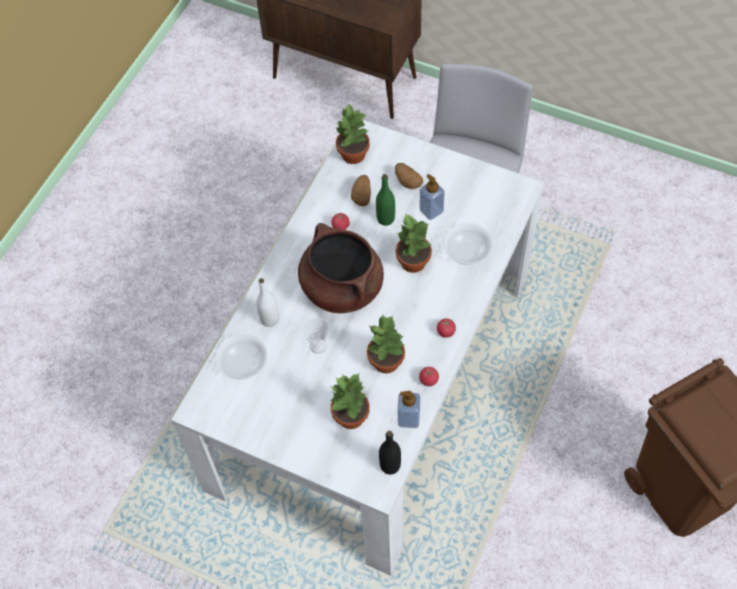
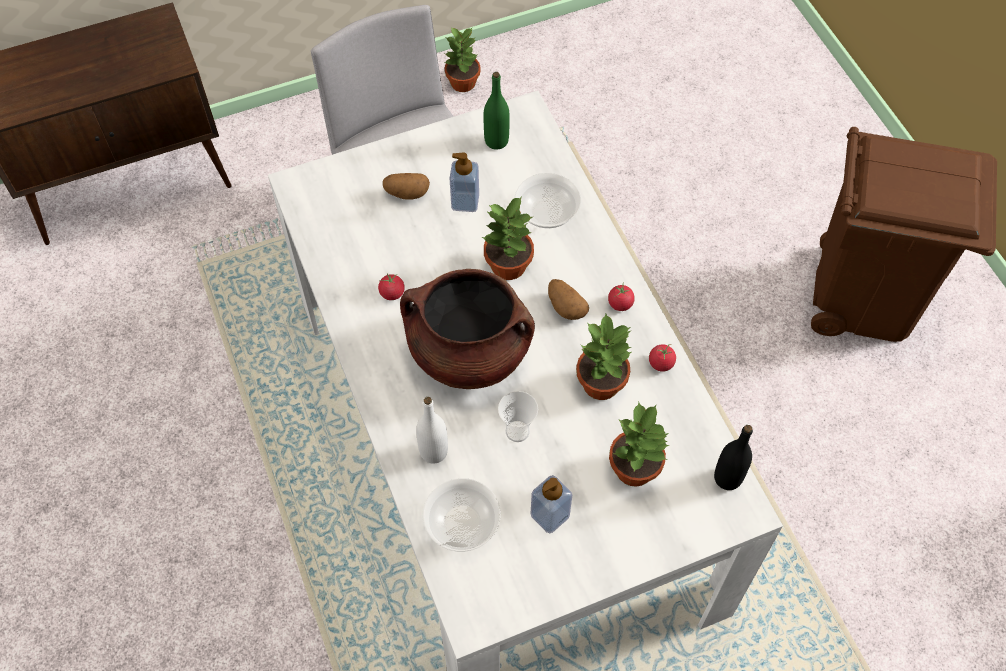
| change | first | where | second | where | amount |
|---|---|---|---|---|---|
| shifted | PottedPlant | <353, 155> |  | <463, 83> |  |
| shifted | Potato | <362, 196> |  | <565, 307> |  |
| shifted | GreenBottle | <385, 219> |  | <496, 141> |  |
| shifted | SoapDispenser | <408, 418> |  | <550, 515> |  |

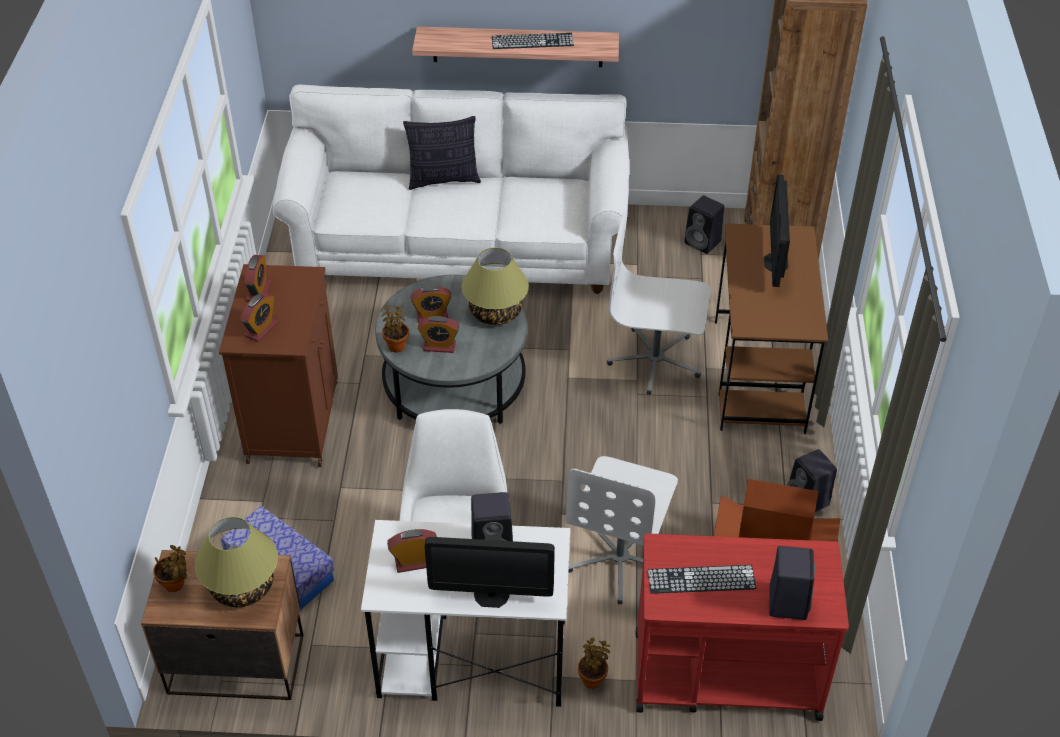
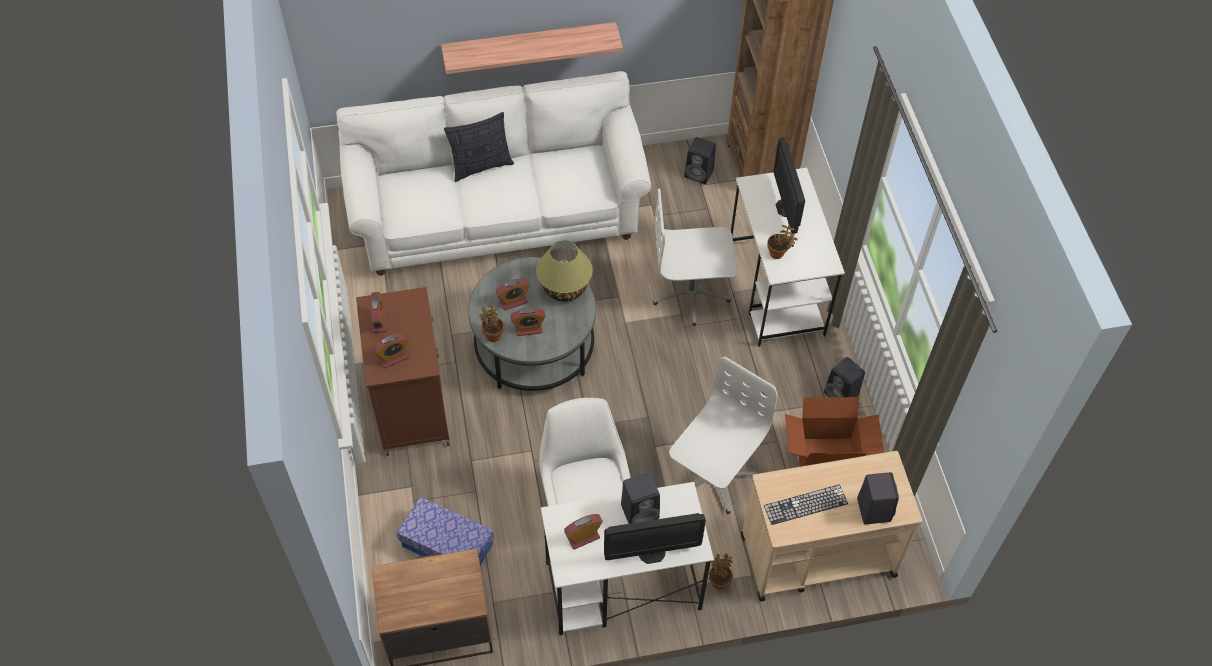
| change | first | where | second | where | amount |
|---|---|---|---|---|---|
| gone | TableLamp | <243, 587> |  |  |  |
| gone | Keyboard | <532, 41> |  |  |  |
| shifted | PottedPlant | <176, 585> |  | <778, 254> |  |
| repainted | RedCart | <725, 674> | BeigeCart | <816, 555> |  |
| repainted | BrownDesk | <759, 376> | WhiteDesk | <776, 291> |  |
| rotated | AlarmClock | <261, 329> |  | <394, 357> | 45 degrees clockwise |
| rotated | WhiteOfficeChair | <620, 559> |  | <712, 476> | 150 degrees counterclockwise |

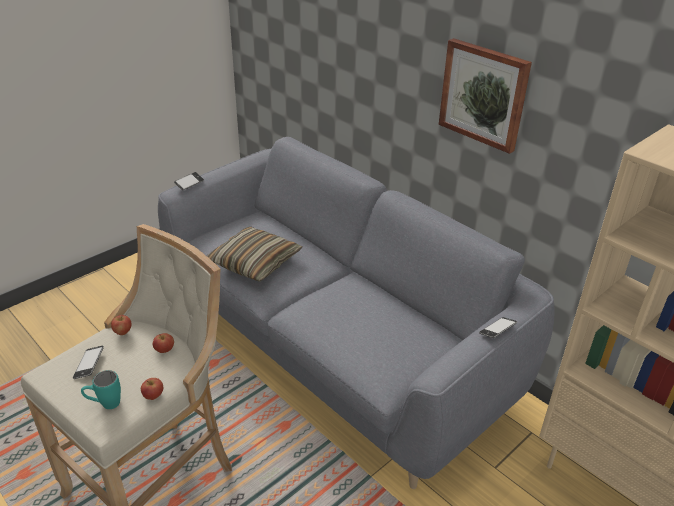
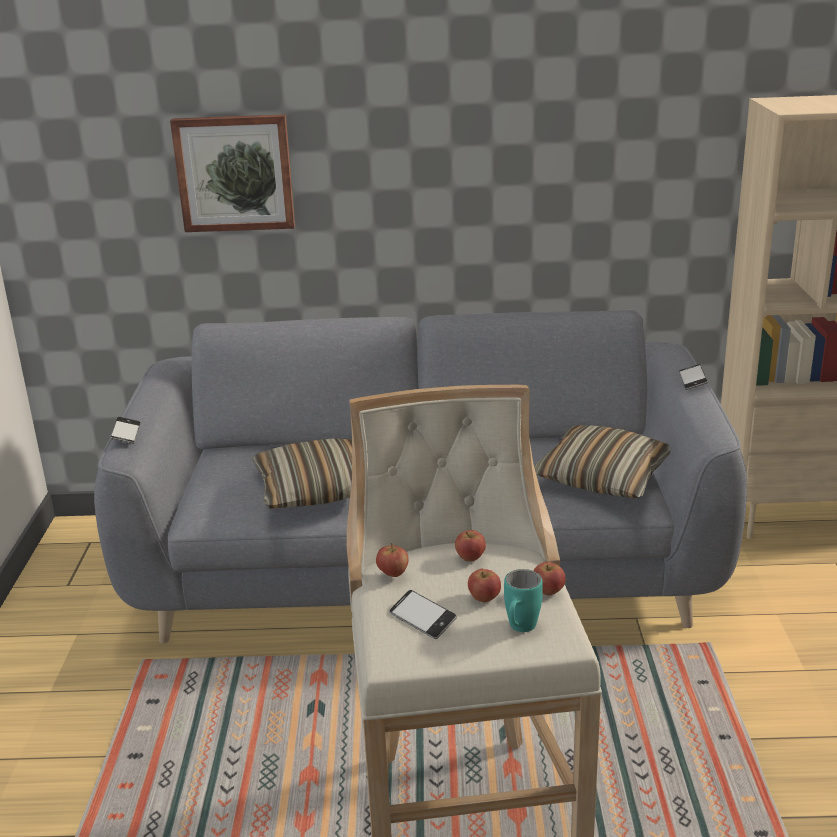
| change | first | where | second | where | amount |
|---|---|---|---|---|---|
| new |  |  | Apple | <484, 598> |  |
| new |  |  | Pillow | <603, 477> |  |
| shifted | Picture | <484, 94> |  | <235, 173> |  |

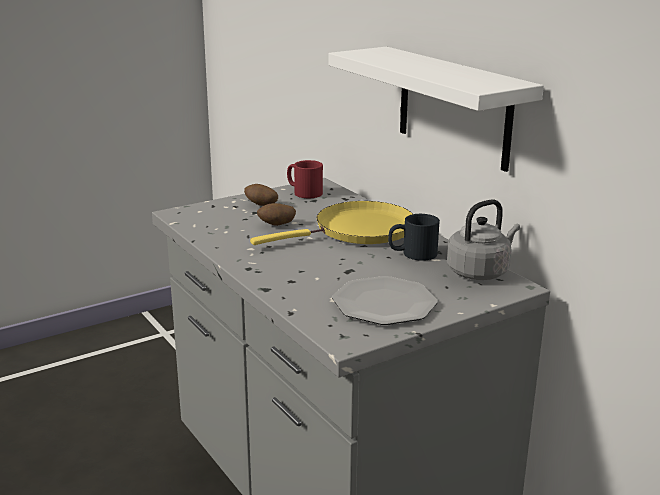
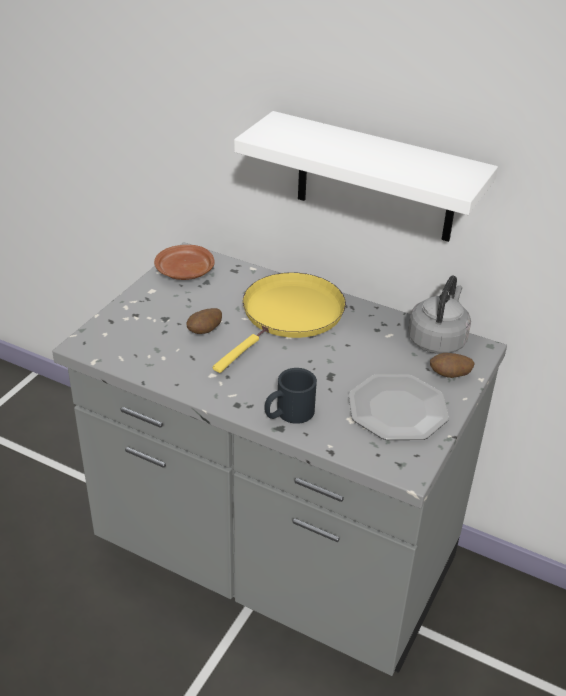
| change | first | where | second | where | amount |
|---|---|---|---|---|---|
| shifted | Potato | <261, 205> |  | <449, 376> |  |
| shifted | BlackMug | <412, 254> |  | <288, 414> |  |
| swapped | RedMug | <303, 192> | BrownPlate | <184, 272> |  |

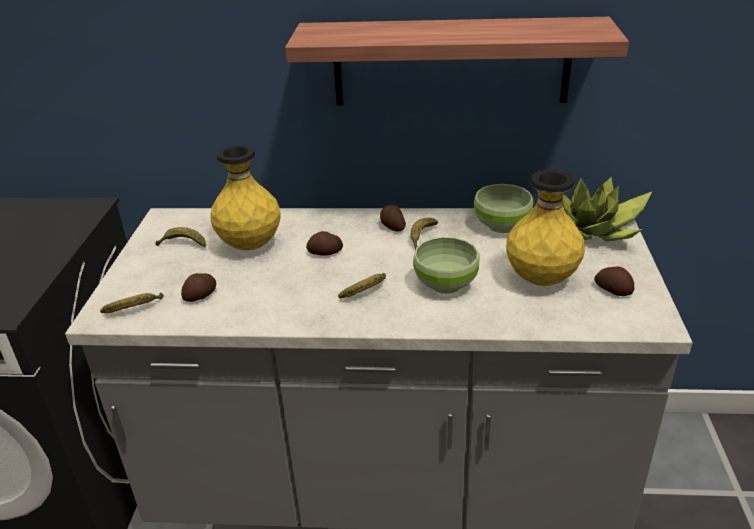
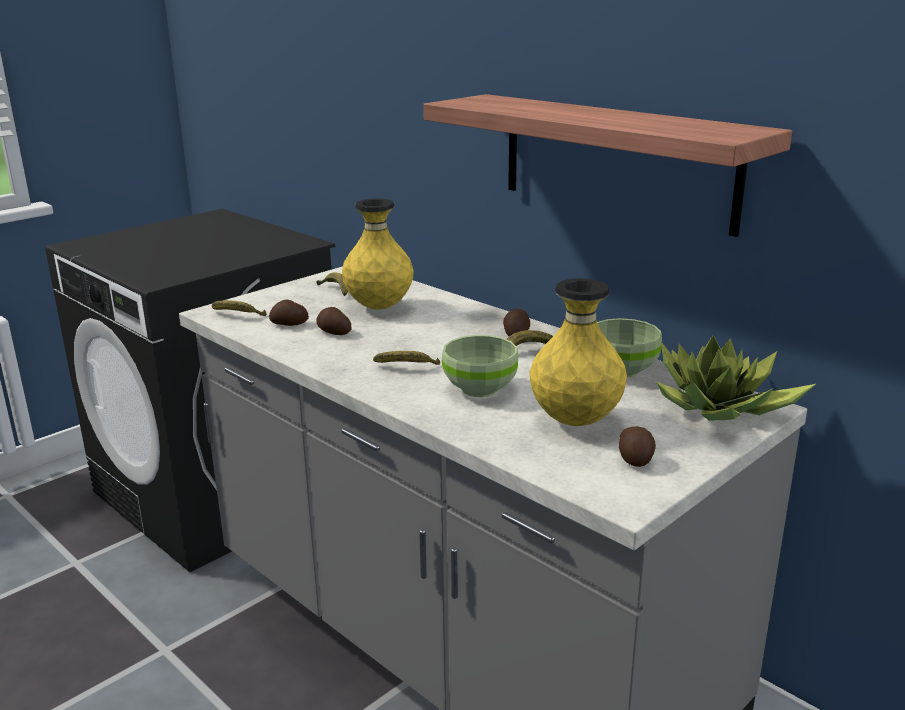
| change | first | where | second | where | amount |
|---|---|---|---|---|---|
| shifted | Potato | <325, 253> |  | <333, 332> |  |

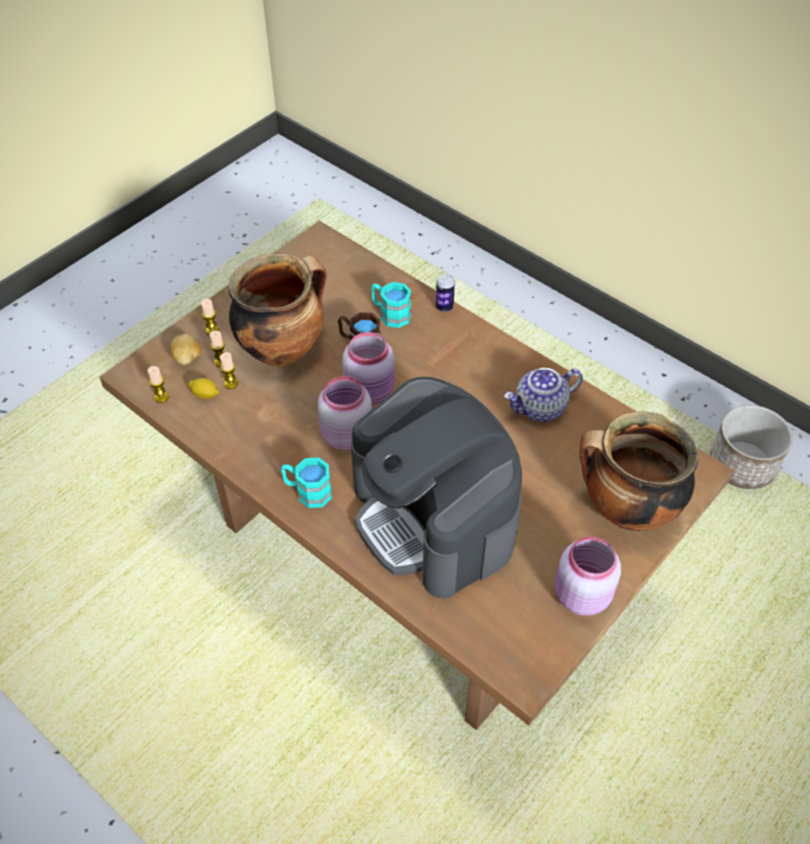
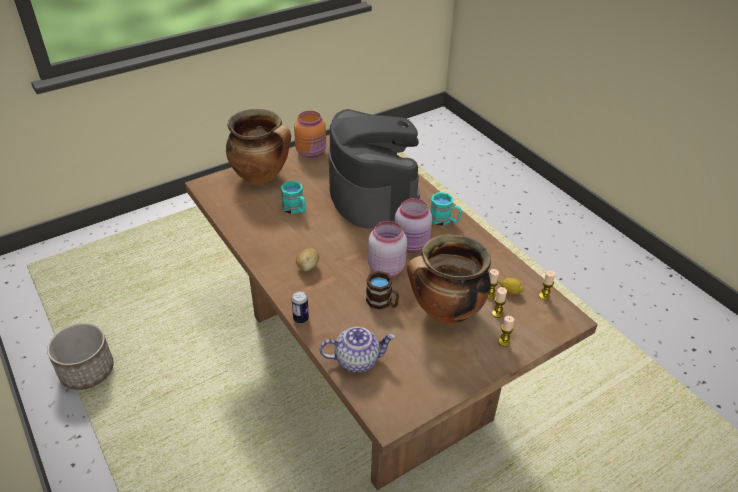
| change | first | where | second | where | amount |
|---|---|---|---|---|---|
| shifted | Potato | <187, 359> |  | <308, 267> |  |
| shifted | TurquoiseMug | <390, 314> |  | <296, 209> |  |
| shifted | Teapot | <540, 408> |  | <357, 360> |  |
| repainted | PinkJar | <580, 596> | OrangeJar | <312, 152> |  |

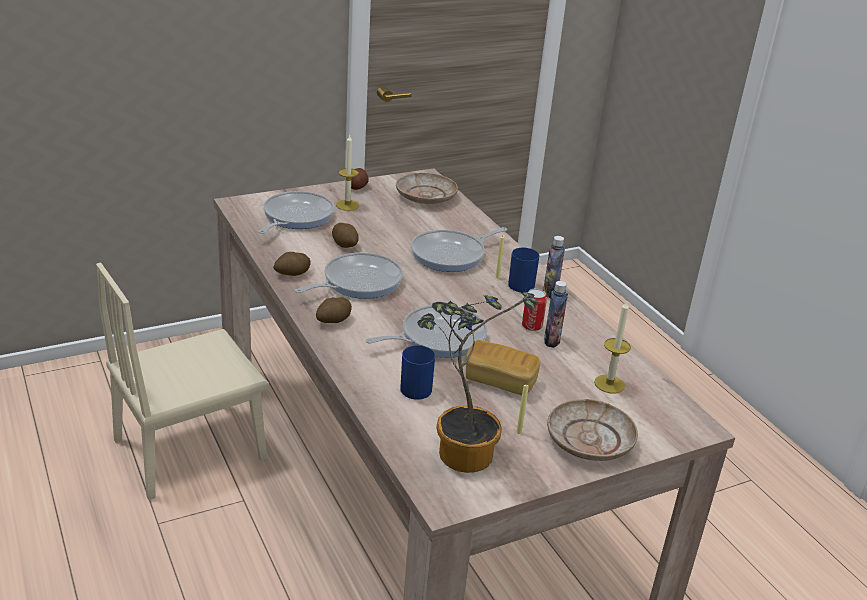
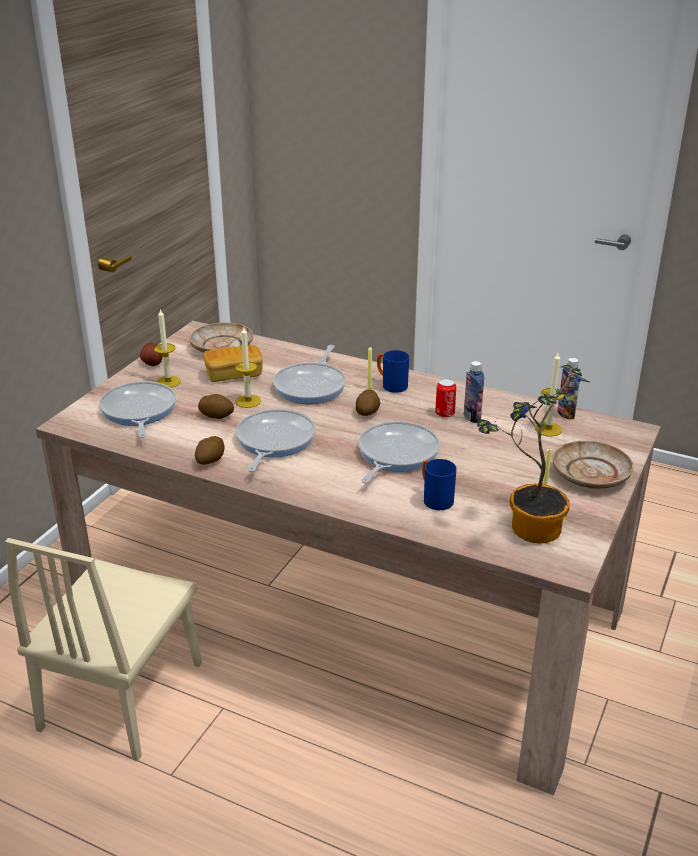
| change | first | where | second | where | amount |
|---|---|---|---|---|---|
| new |  |  | Candle | <248, 401> |  |
| shifted | Potato | <333, 321> |  | <367, 412> |  |
| shifted | Bread | <500, 381> |  | <234, 375> |  |
| shifted | Bottle | <550, 292> |  | <565, 414> |  |

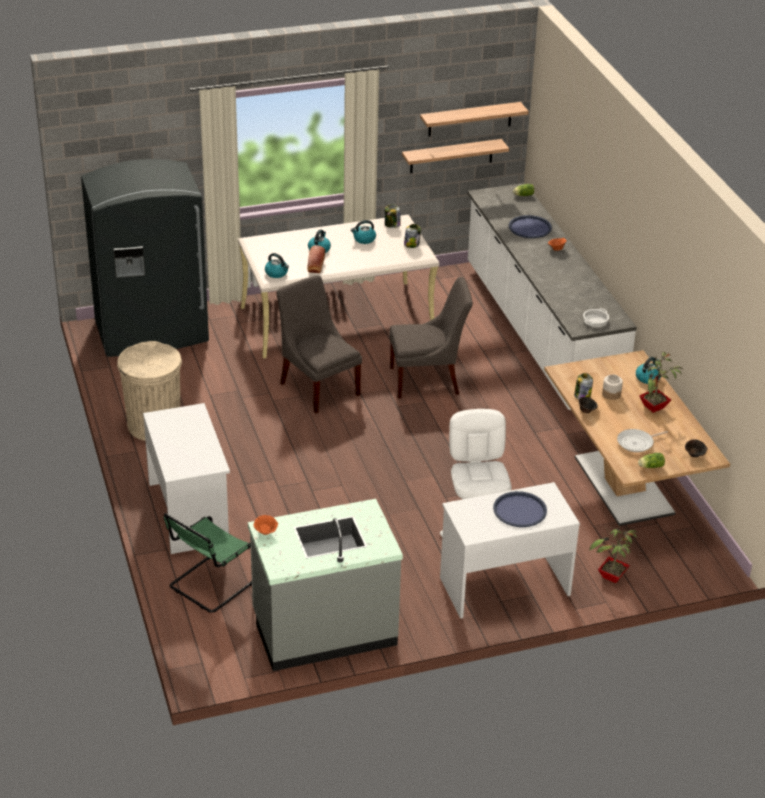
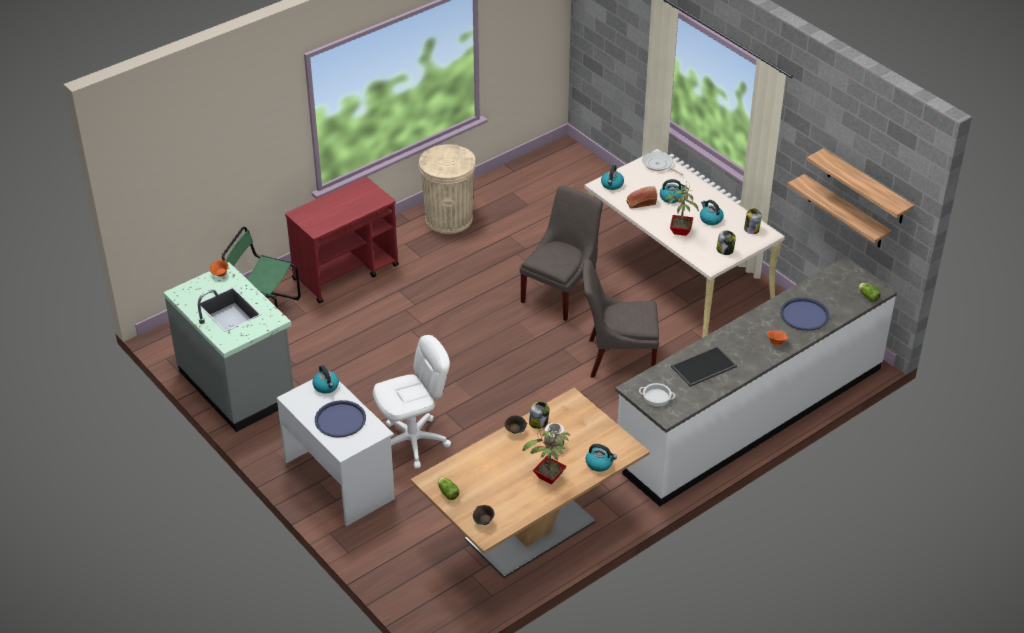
| change | first | where | second | where | amount |
|---|---|---|---|---|---|
| gone | GreyFridge | <152, 333> |  |  |  |
| new |  |  | Kettle | <326, 386> |  |
| new |  |  | Tray | <703, 367> |  |
| shifted | PottedPlant | <611, 577> |  | <679, 231> |  |
| shifted | FryingPan | <637, 443> |  | <659, 165> |  |
| swapped | WhiteDesk | <189, 512> | RedCart | <346, 272> |  |
| rotated | GreyChair | <428, 380> |  | <617, 357> | 120 degrees clockwise |

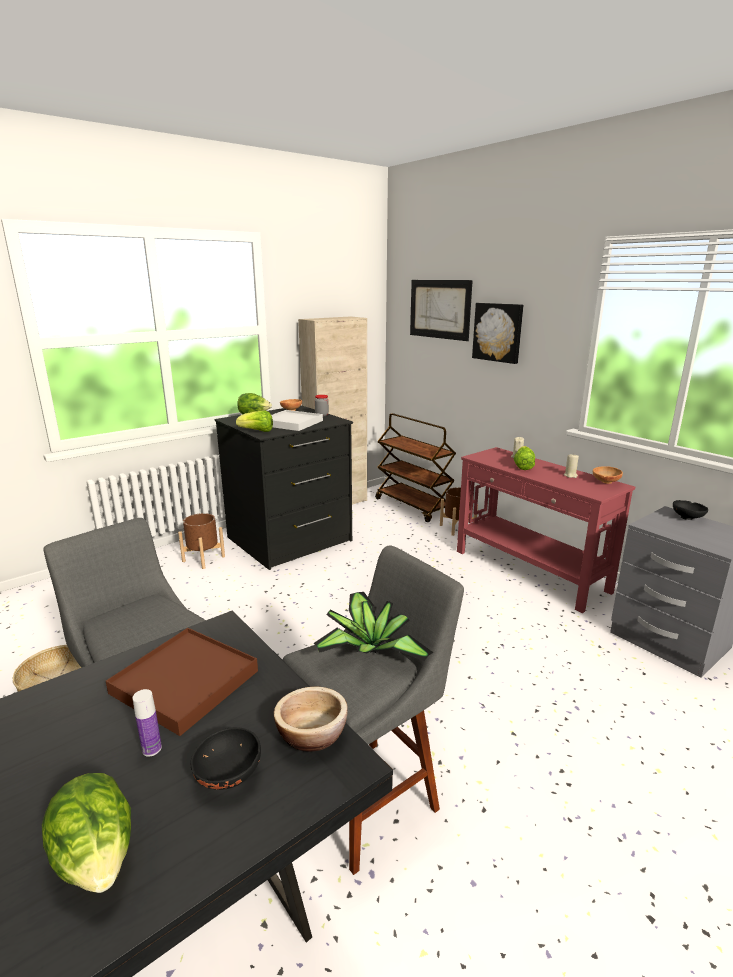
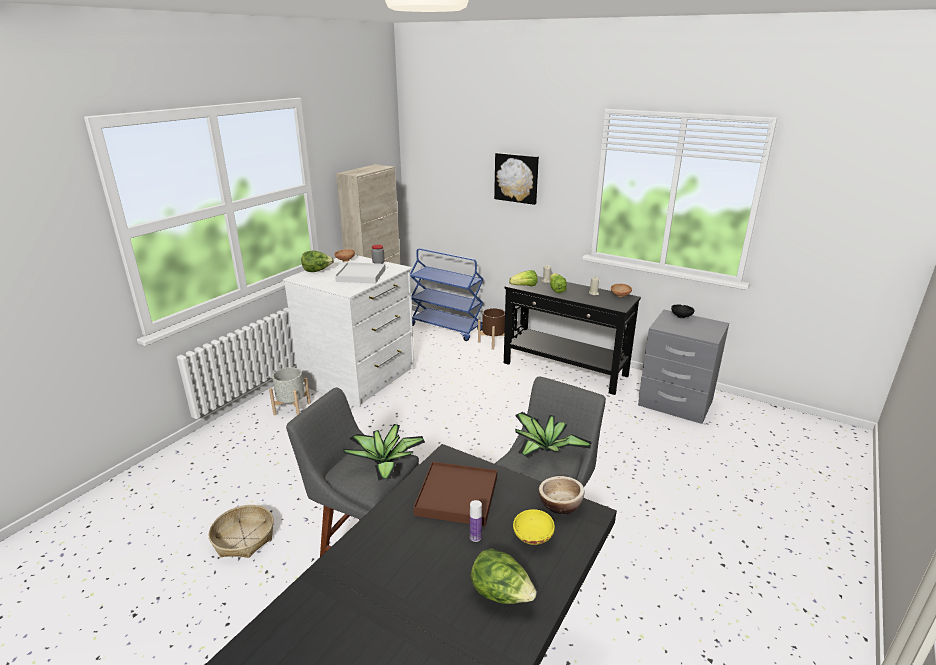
| change | first | where | second | where | amount |
|---|---|---|---|---|---|
| gone | Picture | <439, 309> |  |  |  |
| new |  |  | PottedPlant | <385, 463> |  |
| shifted | Lettuce | <257, 431> |  | <524, 286> |  |
| repainted | BrownPlanter | <203, 559> | GreyPlanter | <292, 408> |  |
| repainted | BlackBowl | <227, 775> | YellowBowl | <532, 537> |  |
| repainted | BlackDresser | <290, 540> | WhiteDresser | <359, 377> |  |
| repainted | BrownCart | <413, 506> | BlueCart | <447, 328> |  |
| repainted | RedConsoleTable | <530, 571> | BlackConsoleTable | <565, 369> |  |

